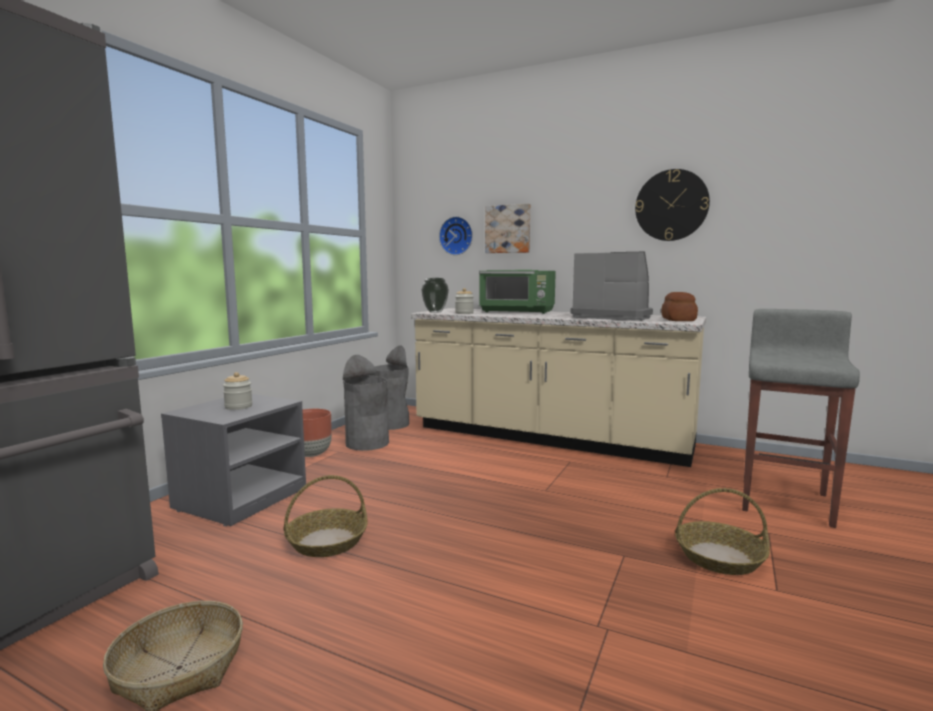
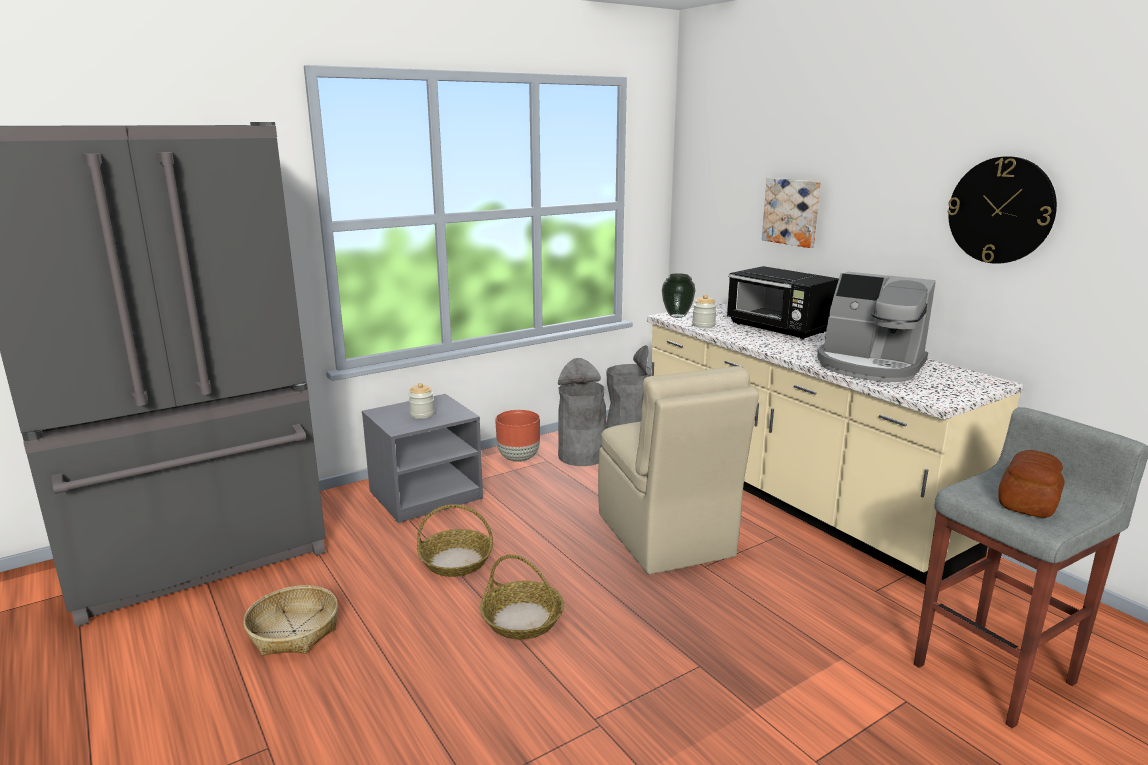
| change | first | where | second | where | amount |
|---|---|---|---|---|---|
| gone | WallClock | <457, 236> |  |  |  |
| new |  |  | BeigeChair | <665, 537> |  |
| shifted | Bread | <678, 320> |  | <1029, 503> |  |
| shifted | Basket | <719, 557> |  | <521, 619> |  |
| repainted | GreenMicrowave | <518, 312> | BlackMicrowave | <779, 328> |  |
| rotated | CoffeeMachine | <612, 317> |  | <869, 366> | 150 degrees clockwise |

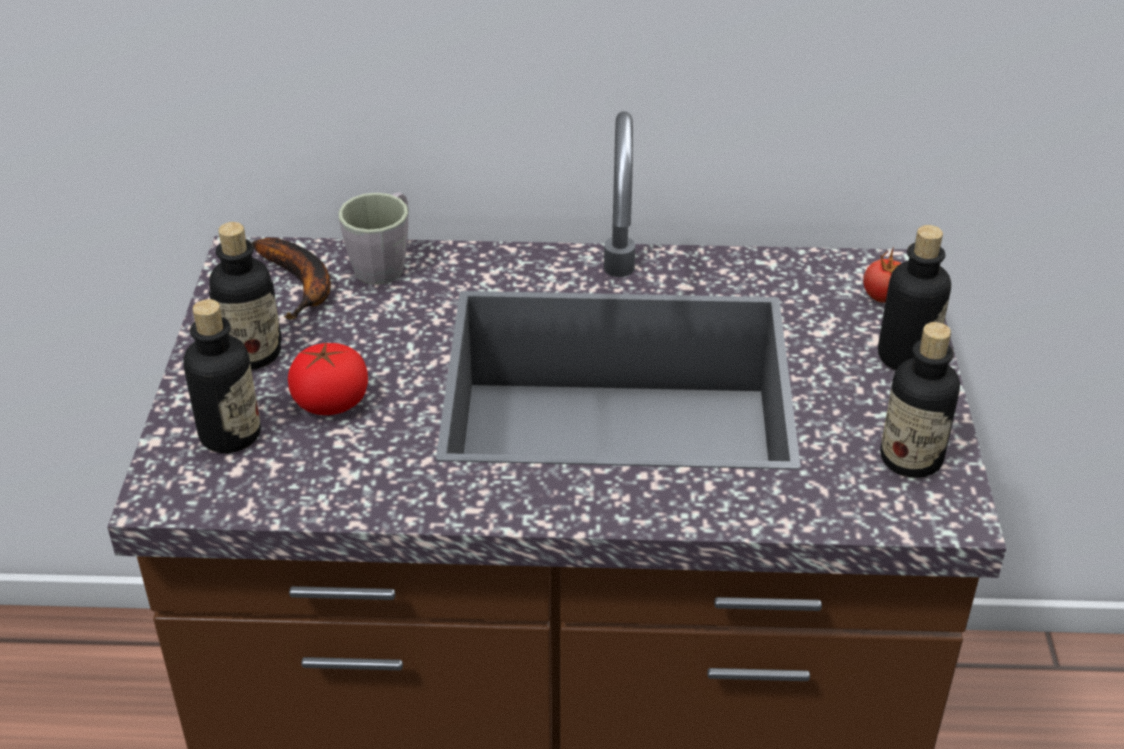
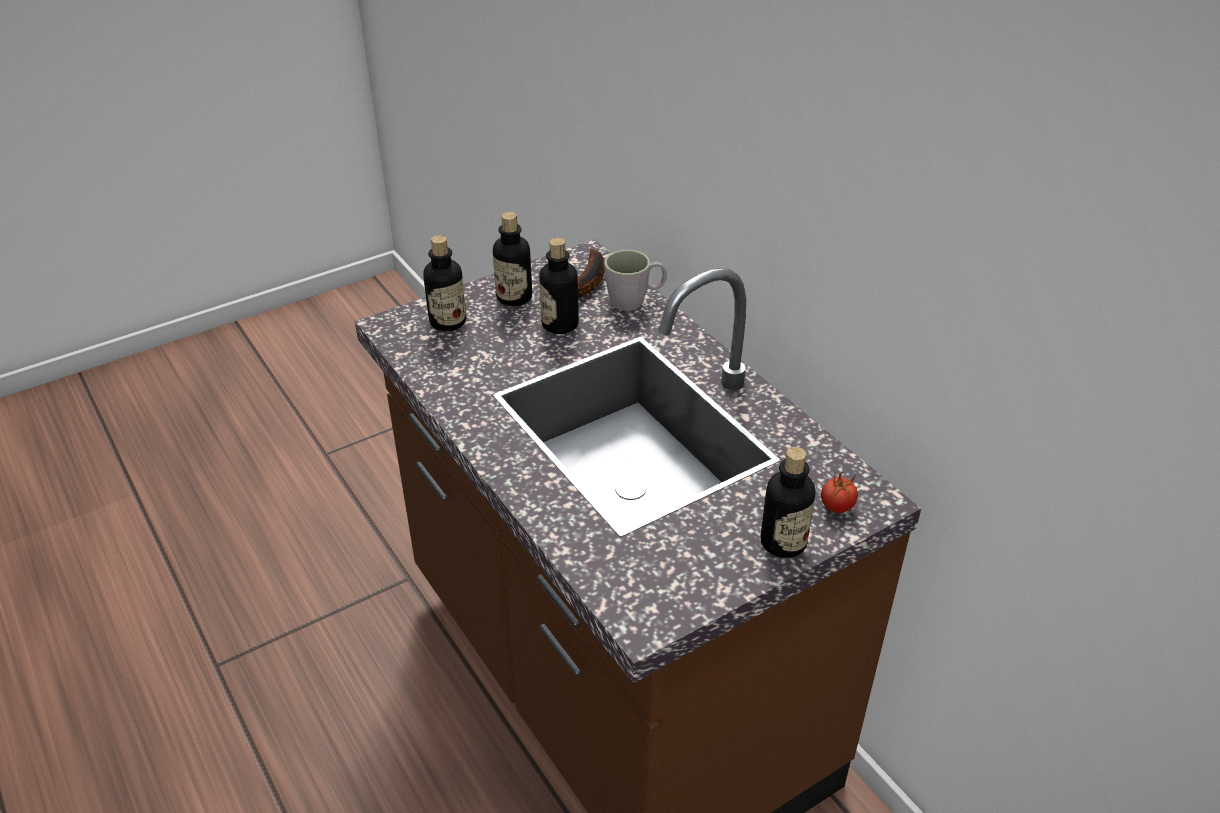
| change | first | where | second | where | amount |
|---|---|---|---|---|---|
| gone | Tomato | <331, 403> |  |  |  |
| shifted | Bottle | <911, 458> |  | <560, 324> |  |

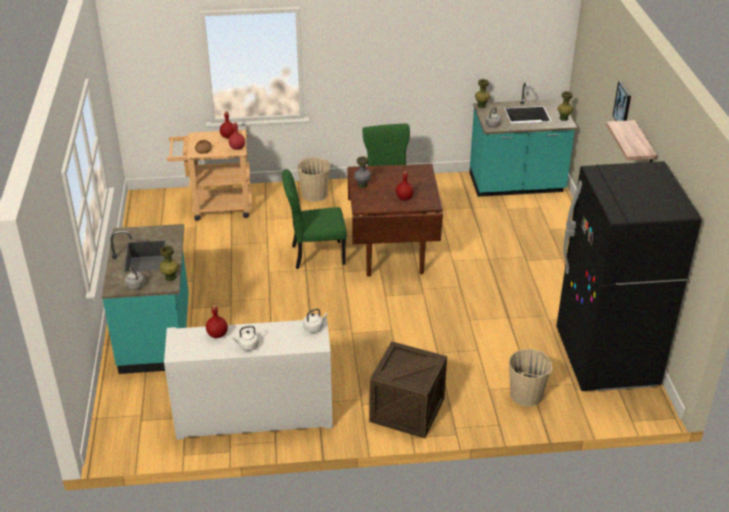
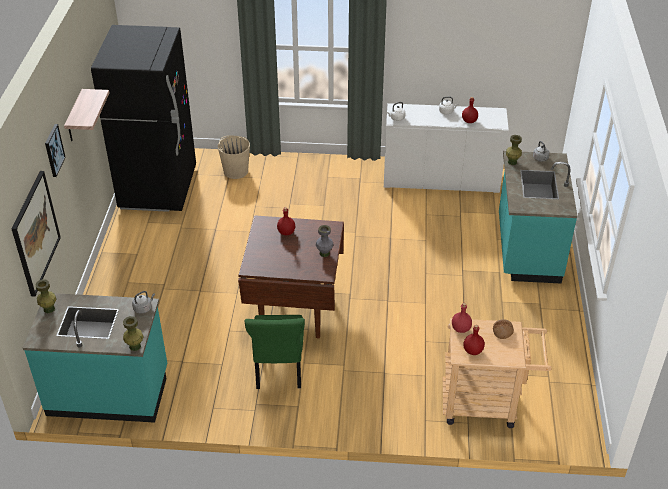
| change | first | where | second | where | amount |
|---|---|---|---|---|---|
| gone | GreenChair | <315, 255> |  |  |  |
| gone | BeigeBucket | <314, 194> |  |  |  |
| gone | Crate | <407, 410> |  |  |  |
| new |  |  | Picture | <35, 233> |  |

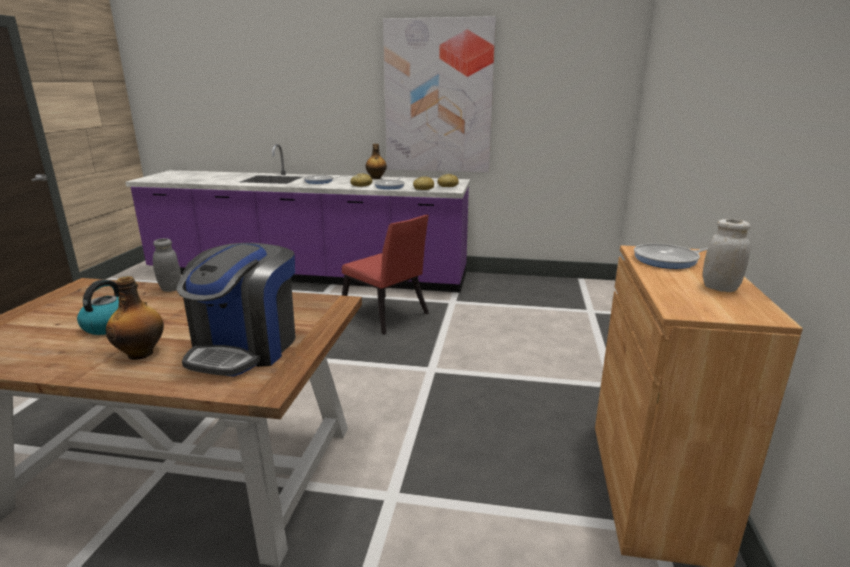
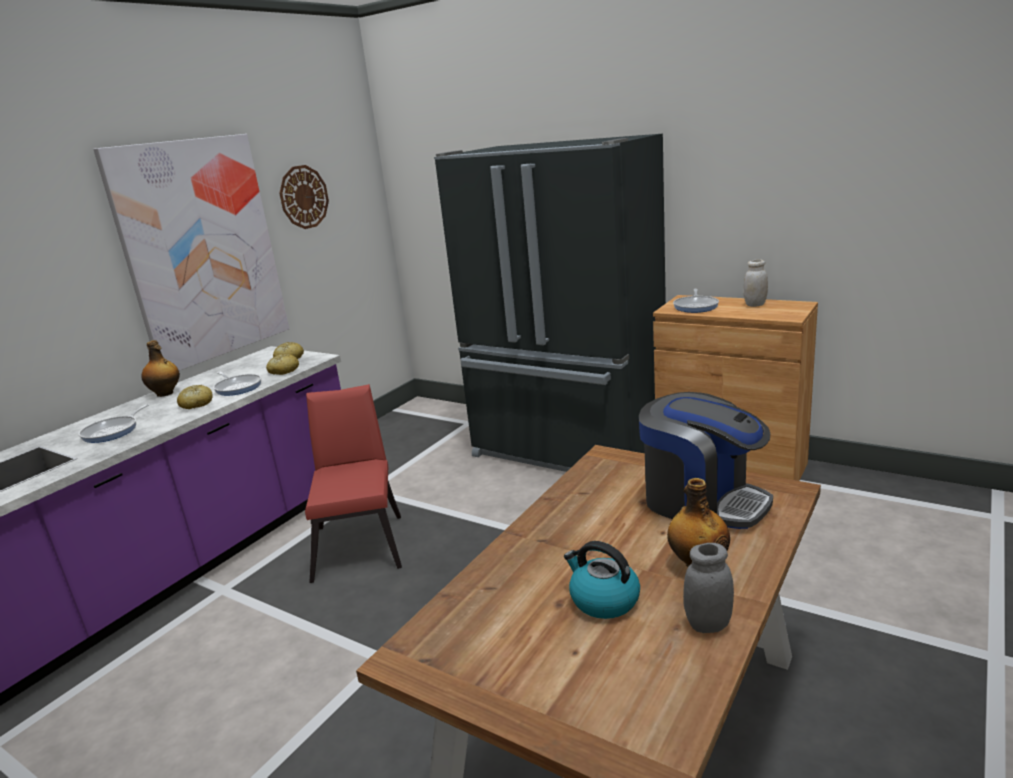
| change | first | where | second | where | amount |
|---|---|---|---|---|---|
| new |  |  | WallClock | <304, 197> |  |
| new |  |  | BlackFridge | <567, 450> |  |
| shifted | GreyJar | <170, 288> |  | <708, 624> |  |
| rotated | RedChair | <386, 316> |  | <361, 542> | 75 degrees counterclockwise |

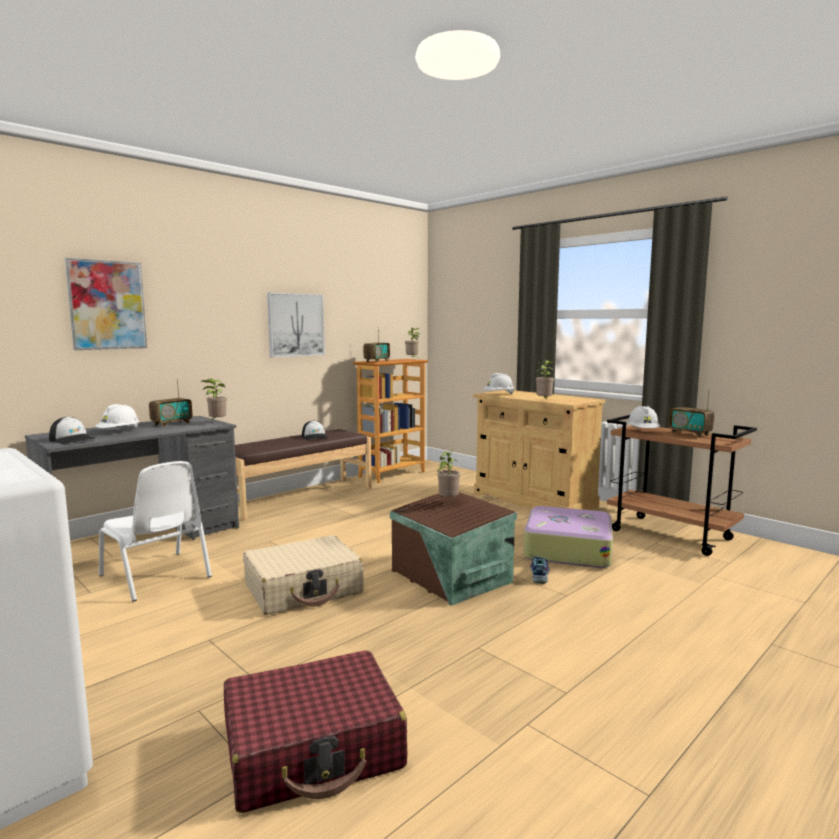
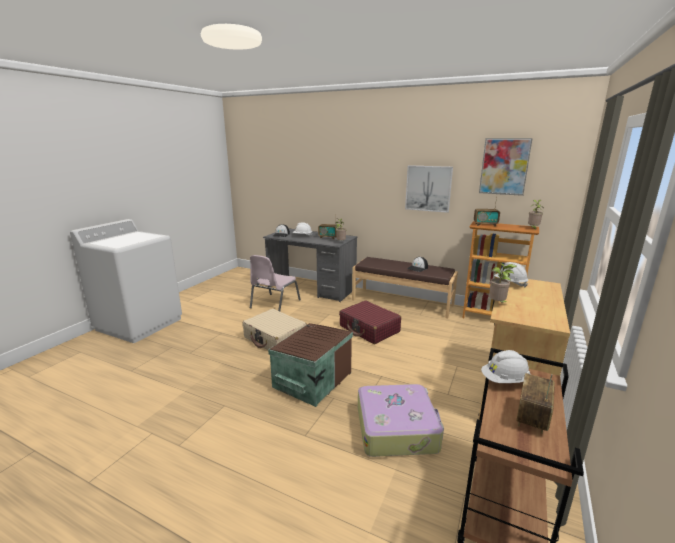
| change | first | where | second | where | amount |
|---|---|---|---|---|---|
| gone | PottedPlant | <448, 501> |  |  |  |
| gone | Shoe | <538, 574> |  |  |  |
| shifted | Picture | <107, 305> |  | <504, 166> |  |
| shifted | RedSuitcase | <314, 748> |  | <369, 329> |  |
| repainted | WhiteChair | <157, 576> | PinkChair | <274, 304> |  |

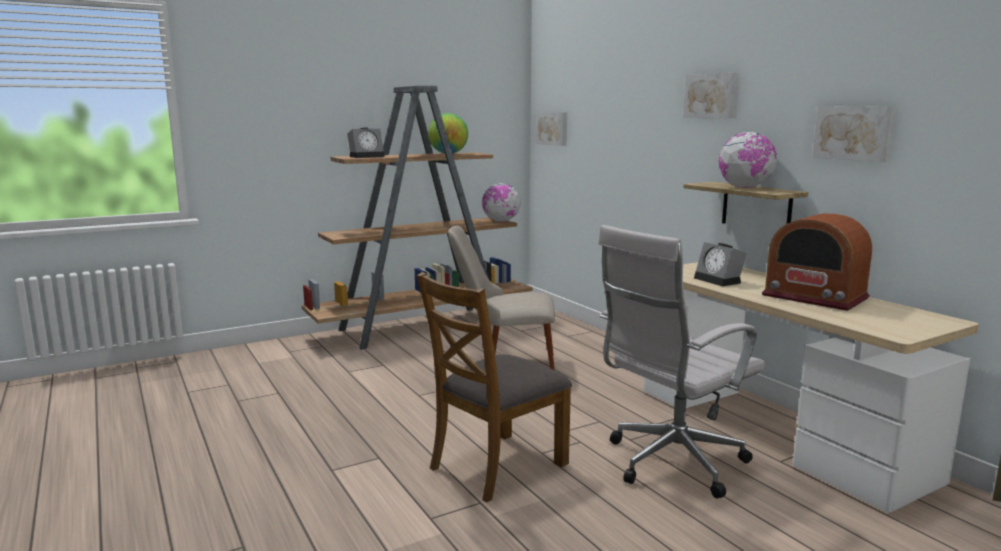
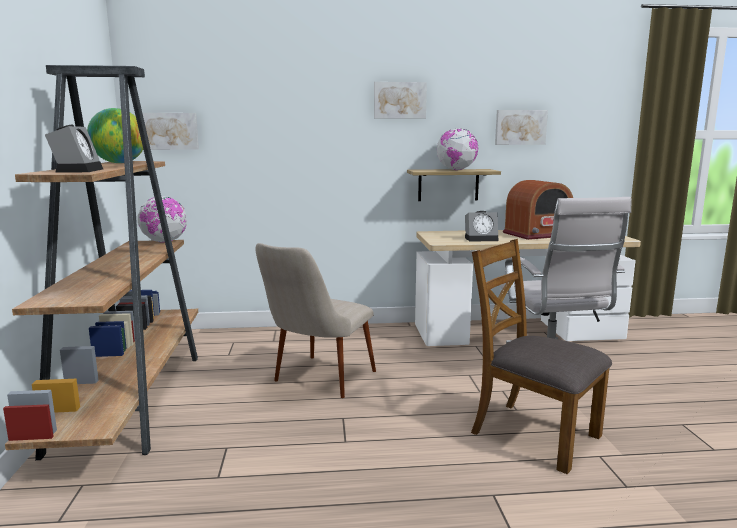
| change | first | where | second | where | amount |
|---|---|---|---|---|---|
| rotated | BrownChair | <496, 465> |  | <533, 434> | 150 degrees clockwise |

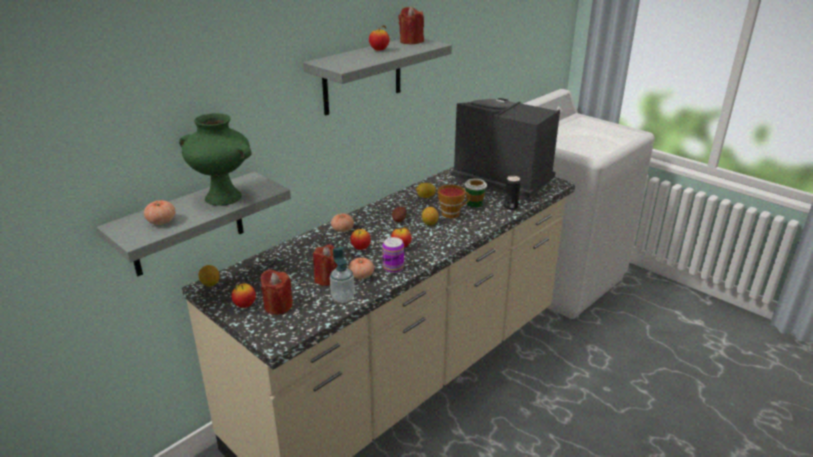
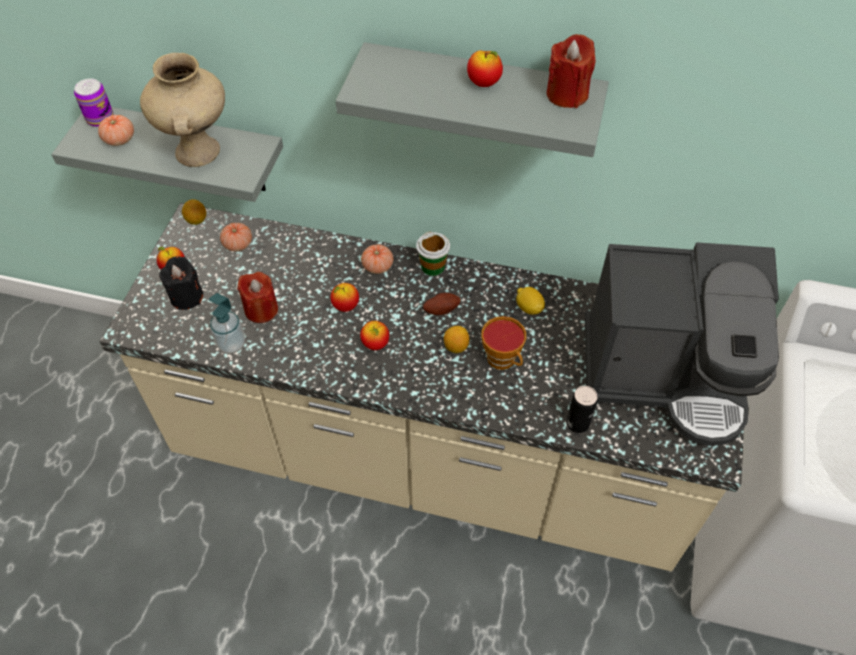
| change | first | where | second | where | amount |
|---|---|---|---|---|---|
| shifted | Tomato | <361, 276> |  | <238, 244> |  |
| shifted | Can | <393, 267> |  | <100, 119> |  |
| shifted | Cup | <474, 204> |  | <433, 266> |  |
| repainted | GreenVase | <224, 197> | BeigeVase | <199, 152> |  |
| repainted | RedCandle | <278, 306> | BlackCandle | <186, 296> |  |
| rotated | CoffeeMachine | <501, 179> |  | <665, 374> | 90 degrees clockwise |

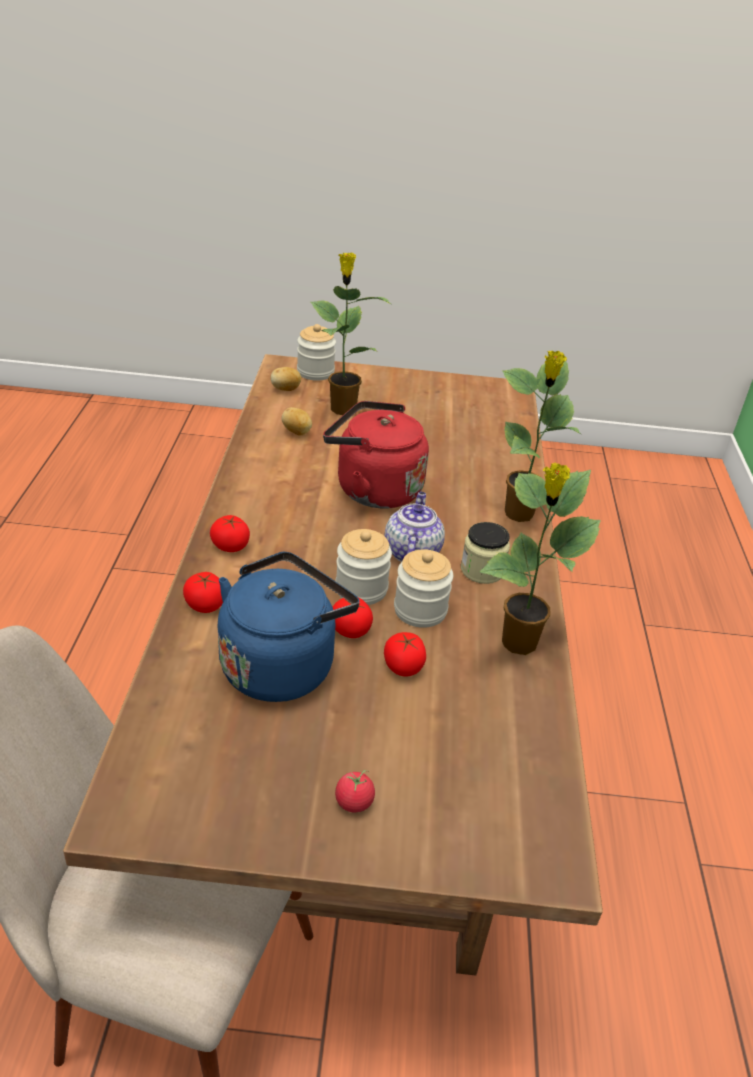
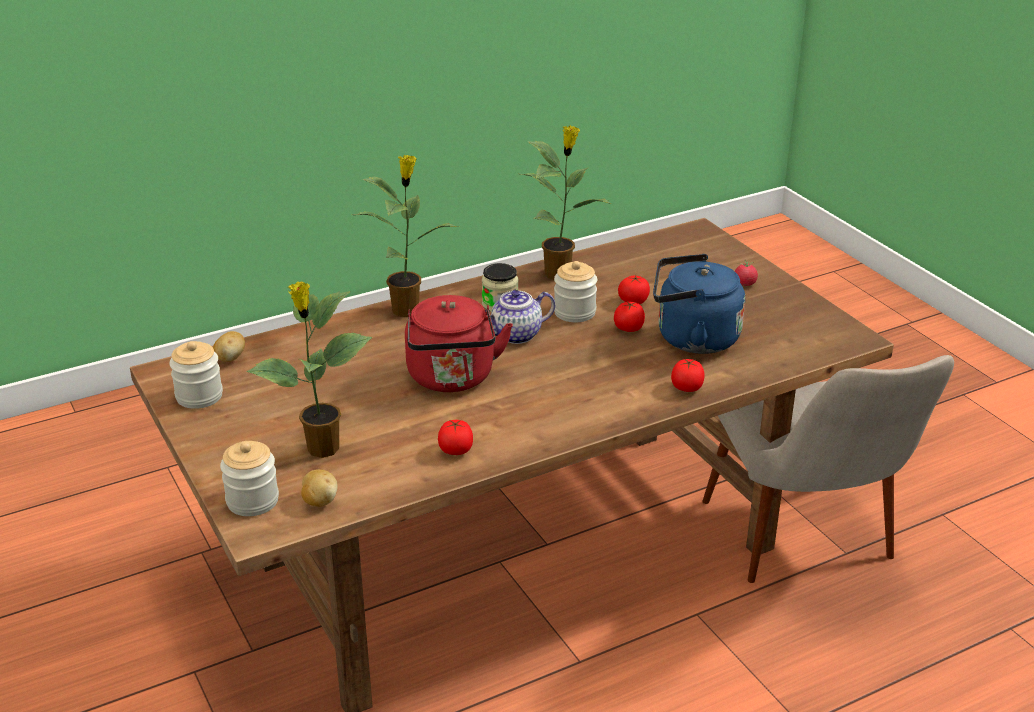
| change | first | where | second | where | amount |
|---|---|---|---|---|---|
| shifted | Tomato | <230, 546> |  | <455, 450> |  |
| shifted | Potato | <297, 432> |  | <231, 358> |  |
| shifted | Jar | <361, 589> |  | <199, 396> |  |

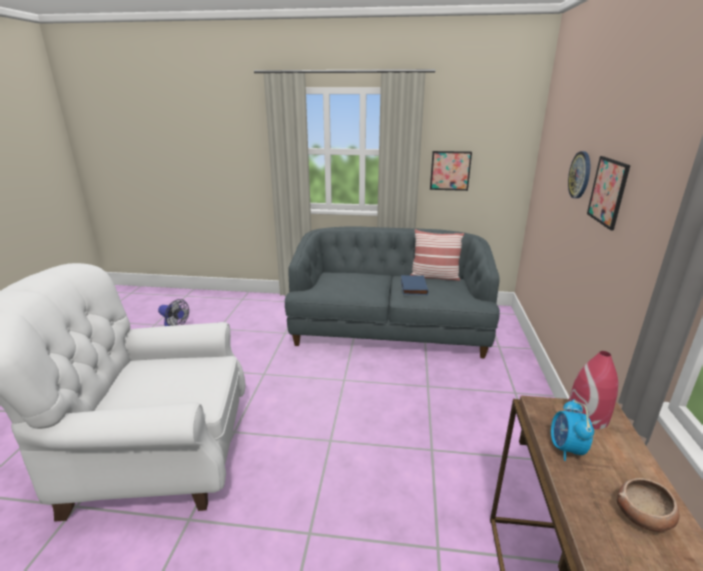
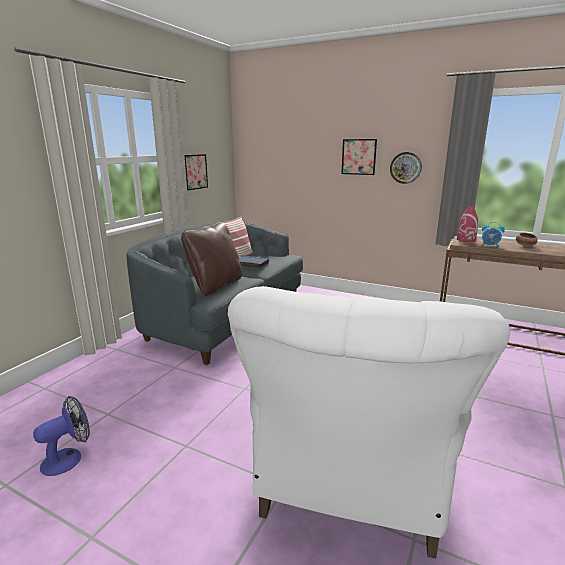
| change | first | where | second | where | amount |
|---|---|---|---|---|---|
| new |  |  | BrownPillow | <215, 285> |  |
| shifted | WallClock | <580, 175> |  | <405, 167> |  |

